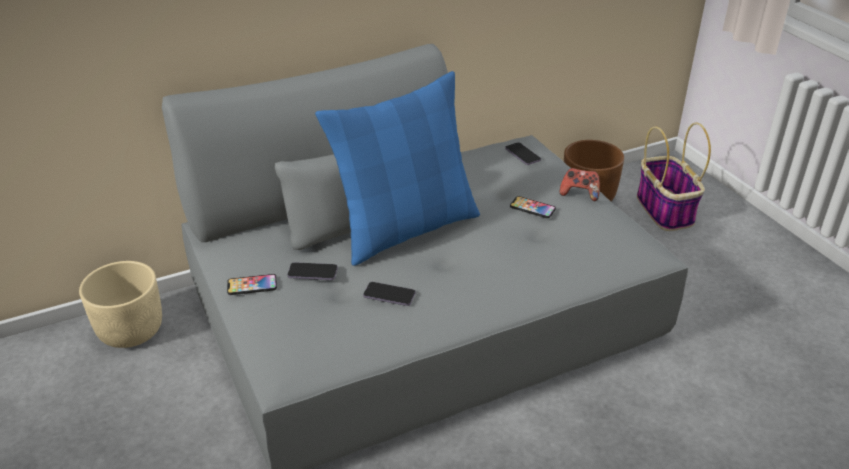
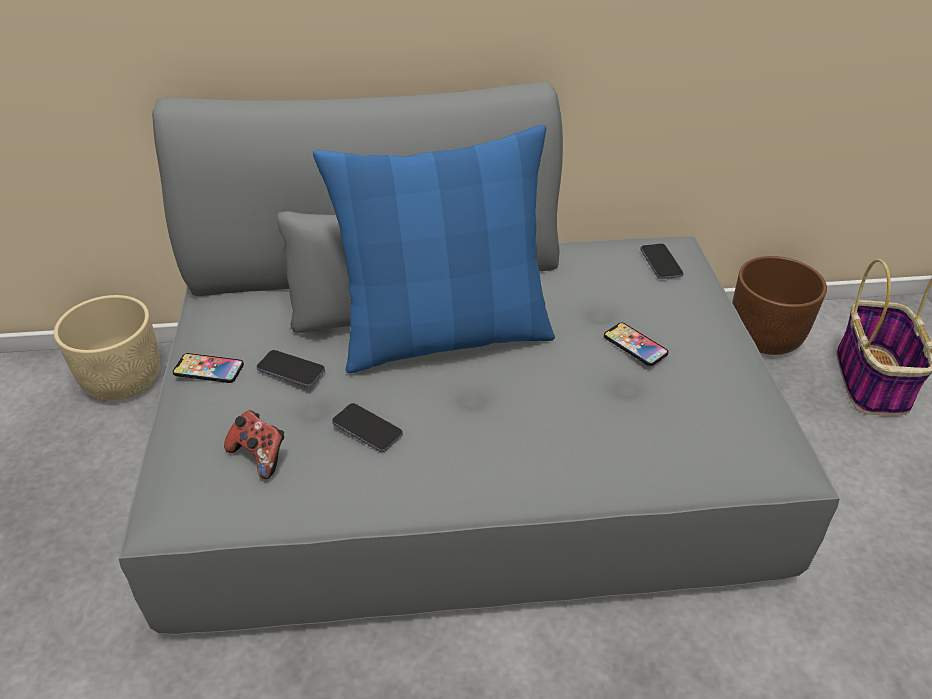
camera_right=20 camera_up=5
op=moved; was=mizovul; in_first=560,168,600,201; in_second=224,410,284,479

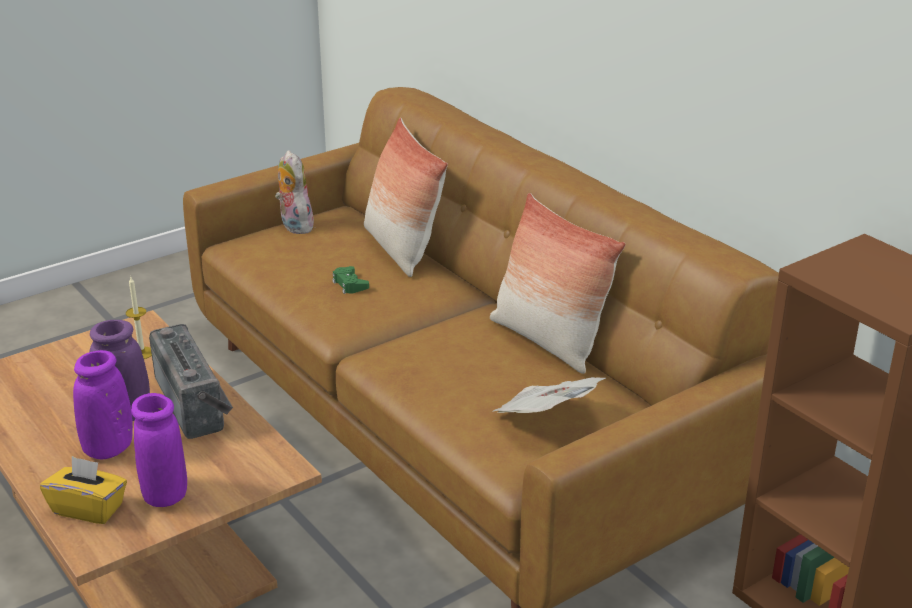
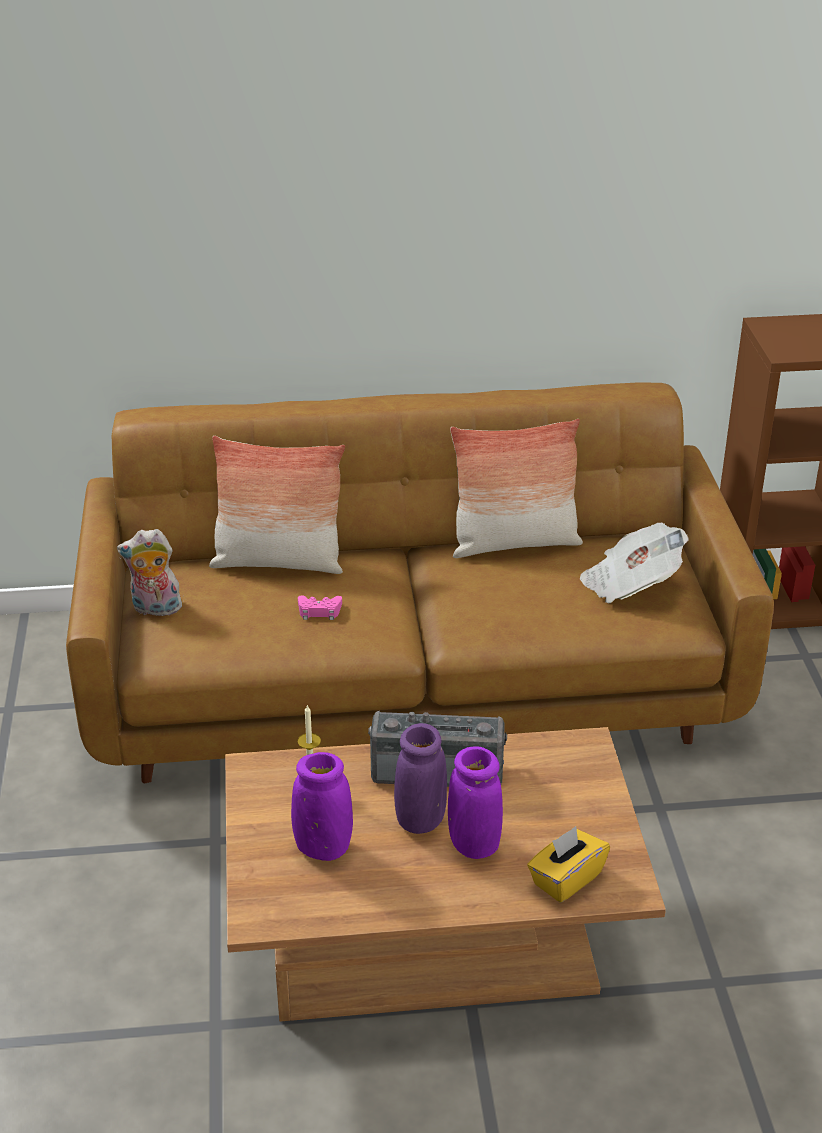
camera_right=-60 camera_up=5
op=moved; was=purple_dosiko; in_first=131,393,187,507; in_second=291,752,353,861
op=recoloured; was=green_mizovul; now=pink_mizovul; in_first=332,266,369,294; in_second=298,595,342,620

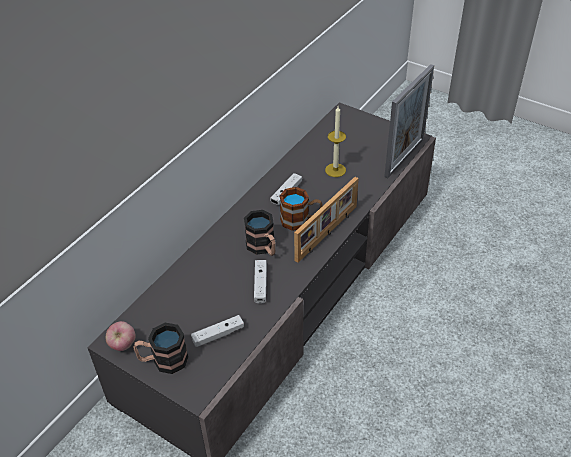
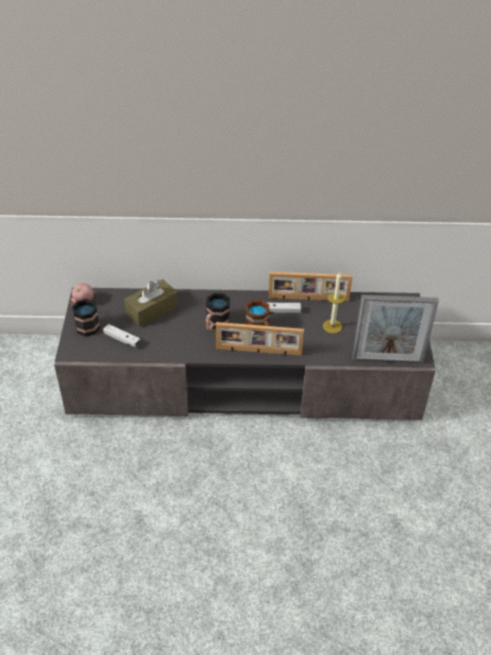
camera_right=55 camera_up=0
op=removed; was=white_mizovul; in_first=254,260,267,303
op=added; now=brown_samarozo; in_second=124,279,178,327
op=added; now=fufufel; in_second=269,272,352,301

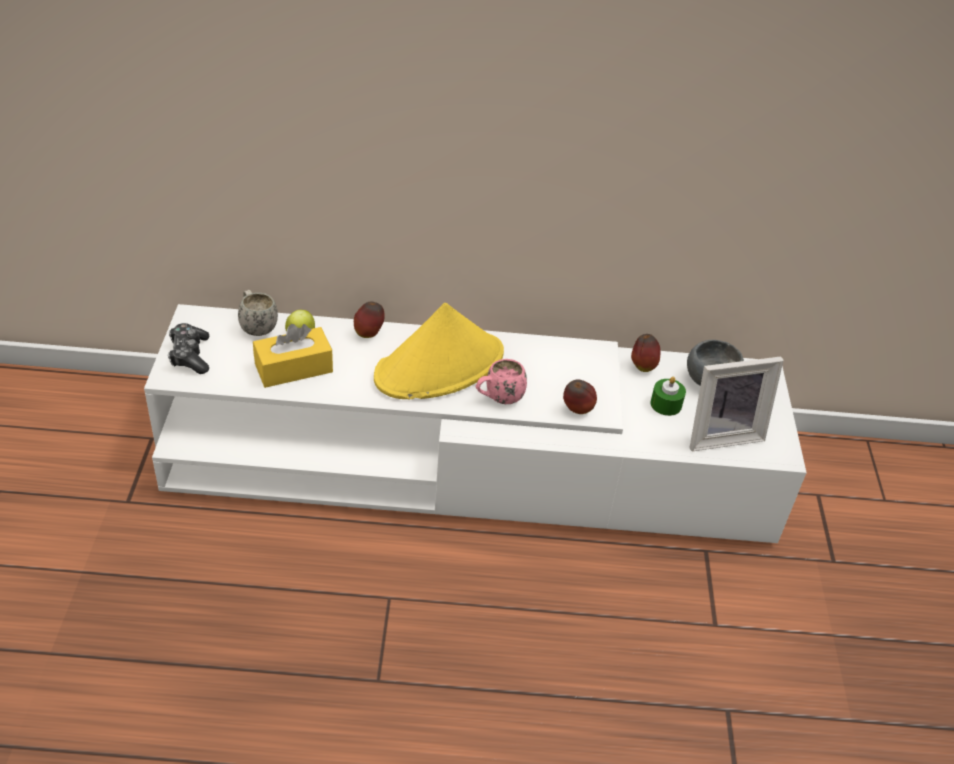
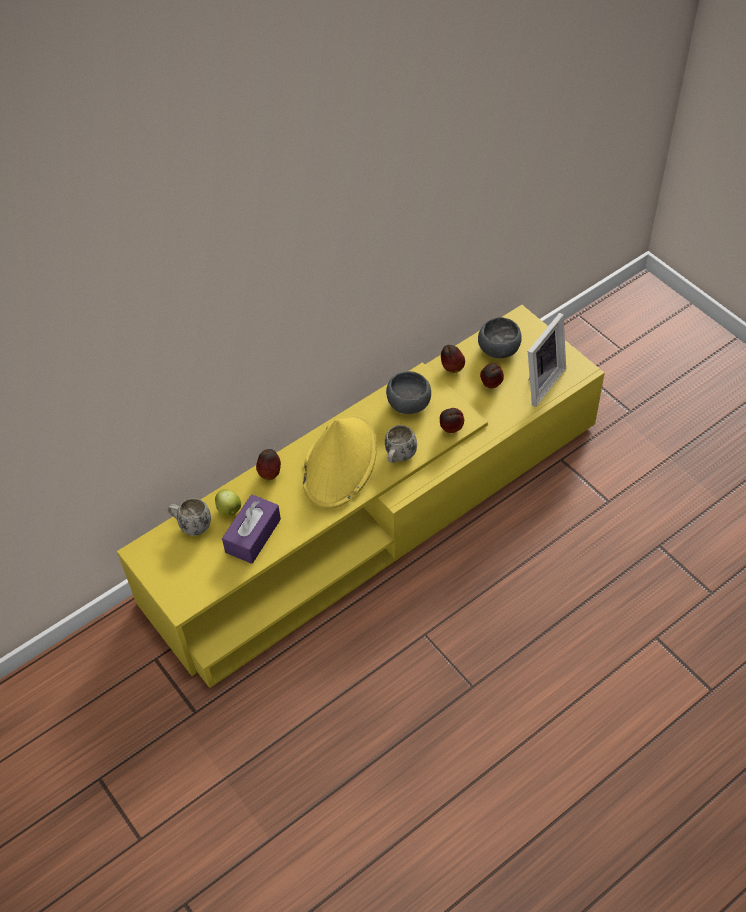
camera_right=-35 camera_up=10
op=recoloured; was=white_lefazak; now=yellow_lefazak; in_first=144,304,807,543; in_second=117,305,605,688
op=removed; was=mizovul; in_first=168,323,209,374
op=recoloured; was=yellow_samarozo; now=purple_samarozo; in_first=253,324,333,388; in_second=222,494,281,564
op=recoloured; was=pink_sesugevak; now=white_sesugevak; in_first=476,359,527,404; in_second=385,425,417,463
op=replaced; was=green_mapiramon; now=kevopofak; in_first=651,377,686,416; in_second=480,363,504,389
op=added; now=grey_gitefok; in_second=386,371,431,414

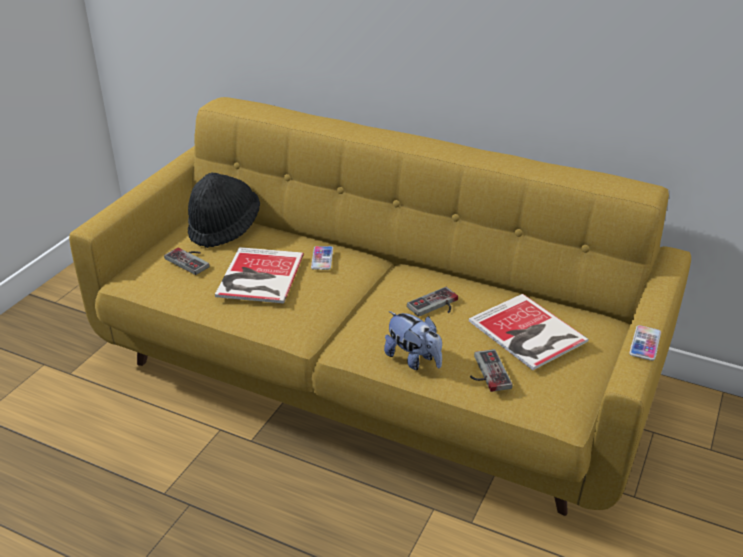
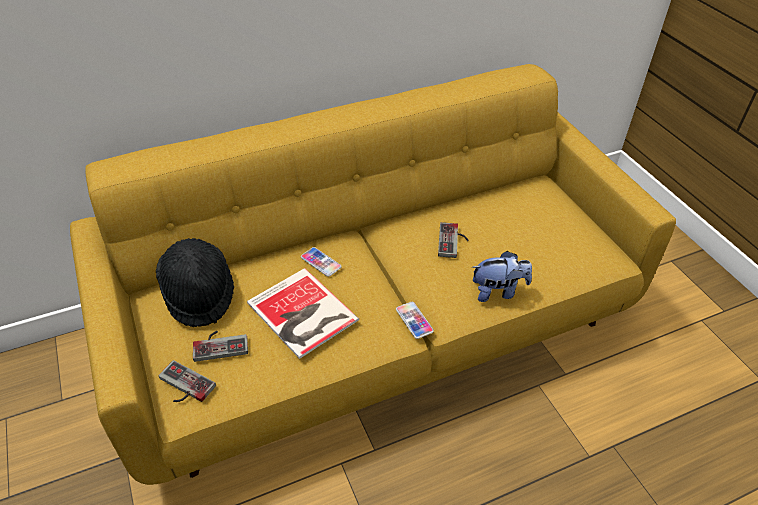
camera_right=-50 camera_up=10
op=removed; was=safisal; in_first=469,294,589,370
op=moved; was=mizovul; in_first=470,349,513,392; in_second=158,360,216,402
op=moved; was=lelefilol; in_first=629,325,661,361; in_second=396,302,434,339

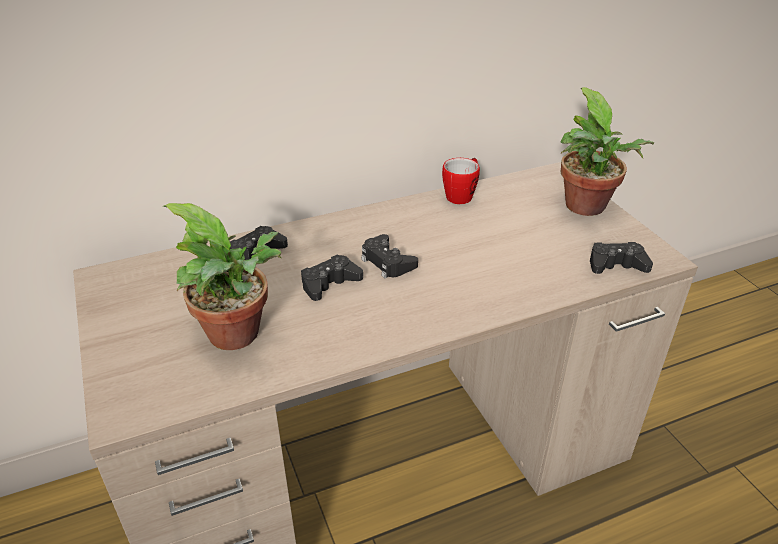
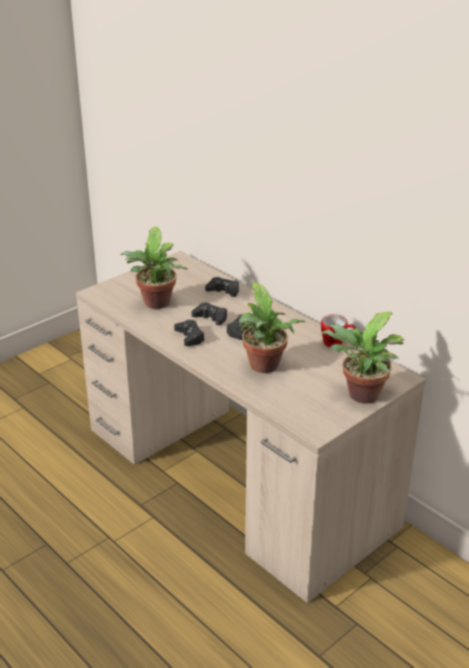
camera_right=70 camera_up=-5
op=moved; was=black_mizovul; in_first=590,242,653,274; in_second=174,320,205,346
op=added; now=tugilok; in_second=239,282,305,373

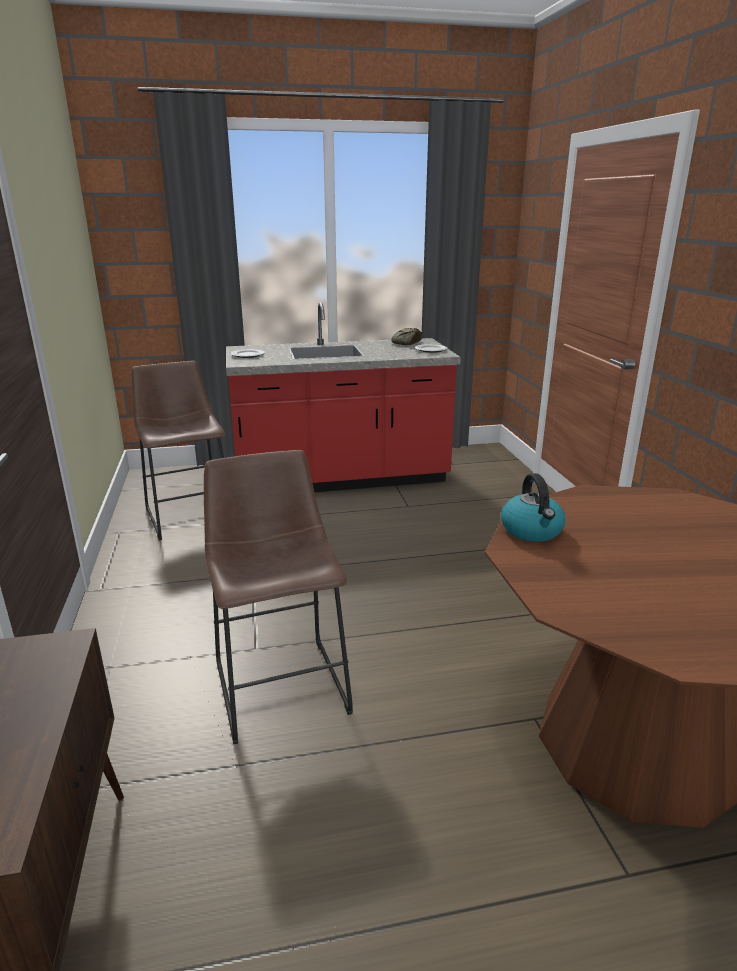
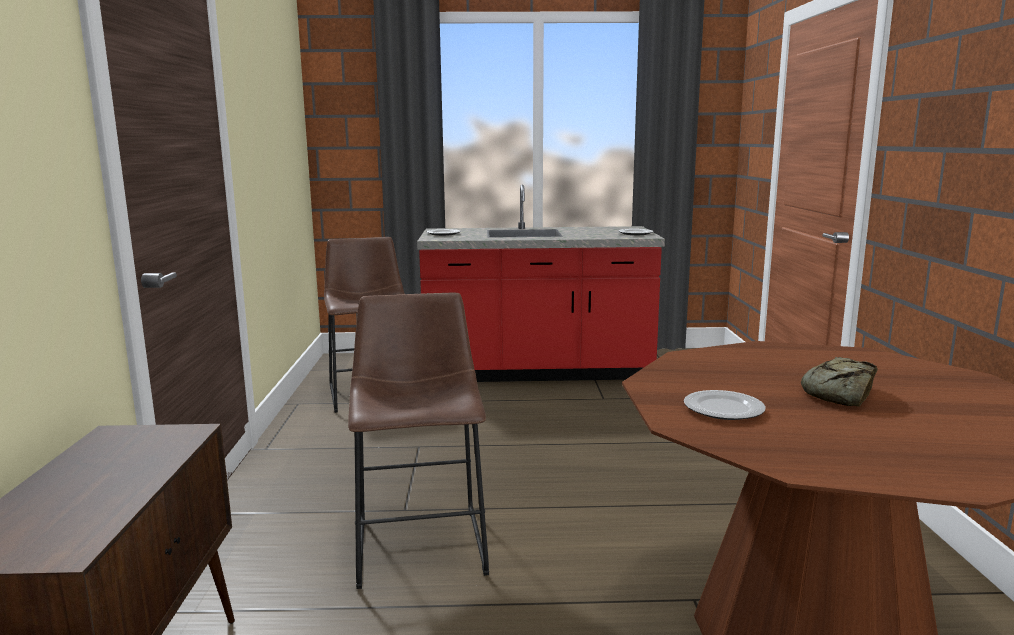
camera_right=10 camera_up=-10
op=moved; was=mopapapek; in_first=392,328,422,345; in_second=801,357,878,407
op=removed; was=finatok; in_first=501,473,565,542
op=added; now=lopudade; in_second=684,390,766,420

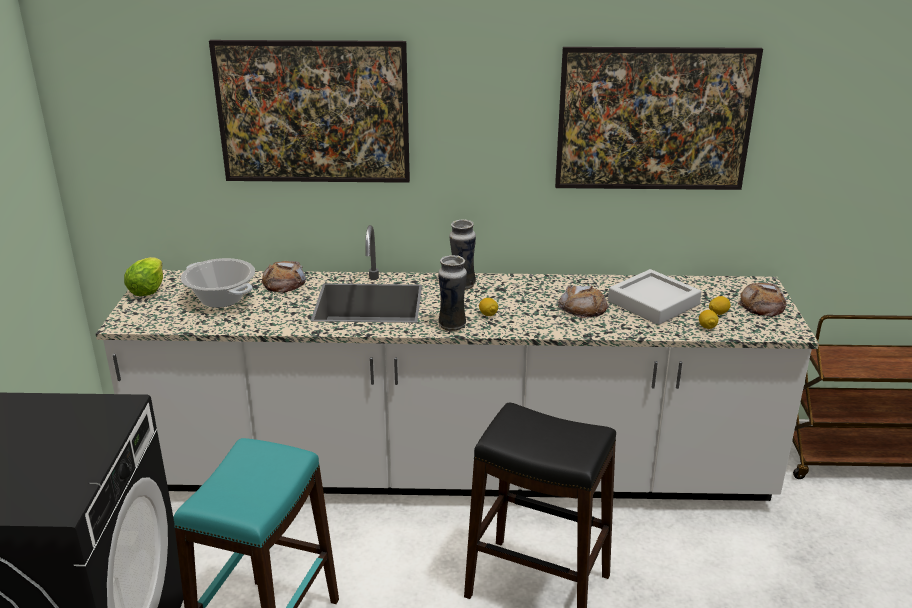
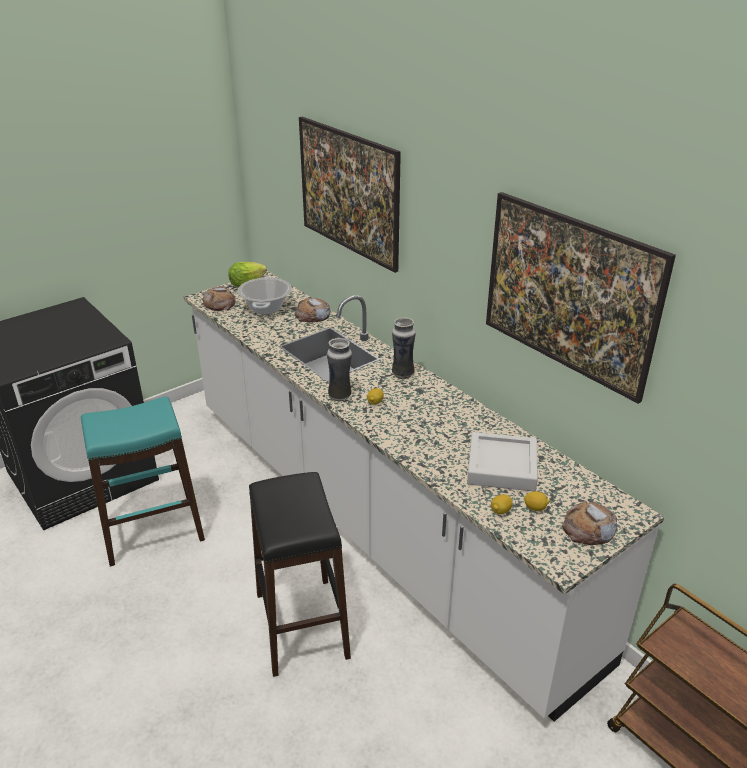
camera_right=50 camera_up=5
op=moved; was=mopapapek; in_first=558,285,609,318; in_second=202,286,236,311

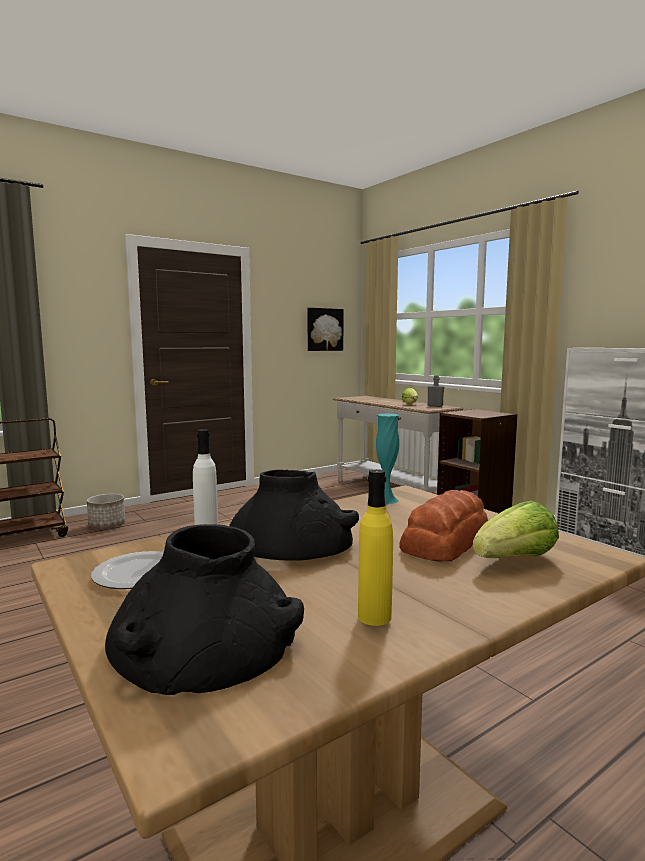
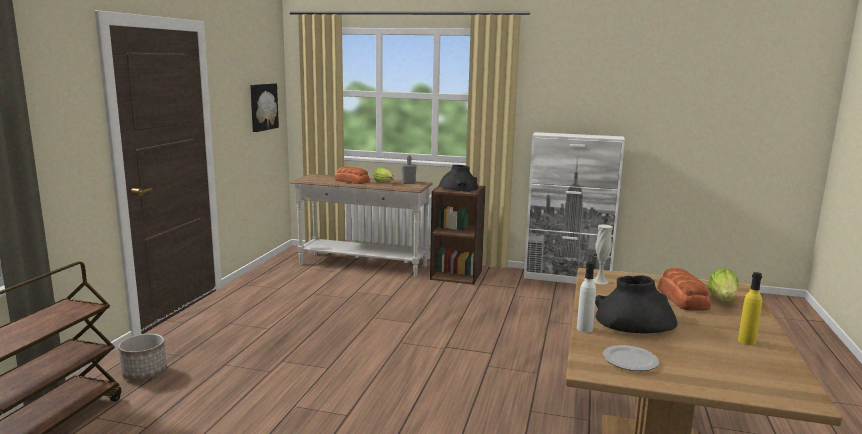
camera_right=-40 camera_up=5
op=moved; was=black_dosiko; in_first=105,524,304,695; in_second=439,165,478,192
op=recoloured; was=turquoise_dosiko; now=white_dosiko; in_first=376,414,399,504; in_second=593,224,613,284
op=added; now=mopapapek; in_second=335,167,370,184

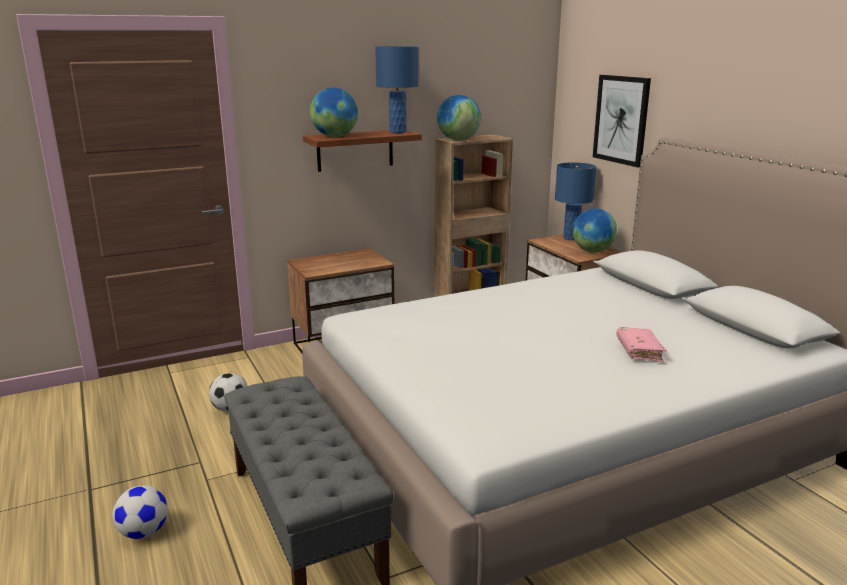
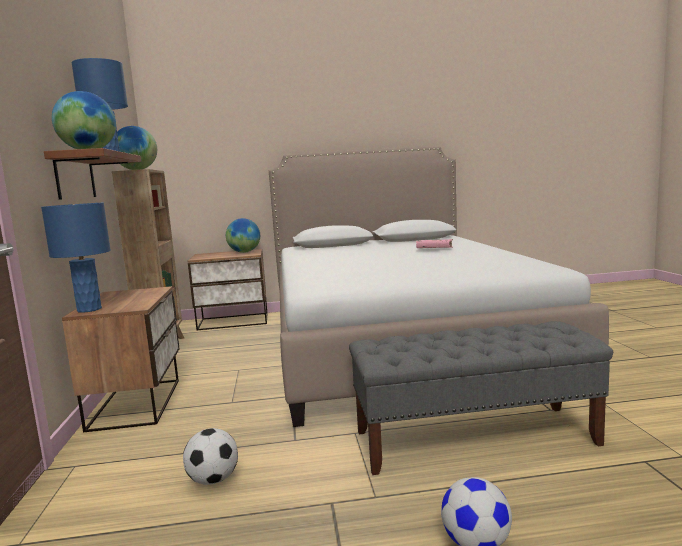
camera_right=-70 camera_up=-10
op=moved; was=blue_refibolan; in_first=555,162,597,240; in_second=41,203,111,313
op=removed; was=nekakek; in_first=593,75,651,167

